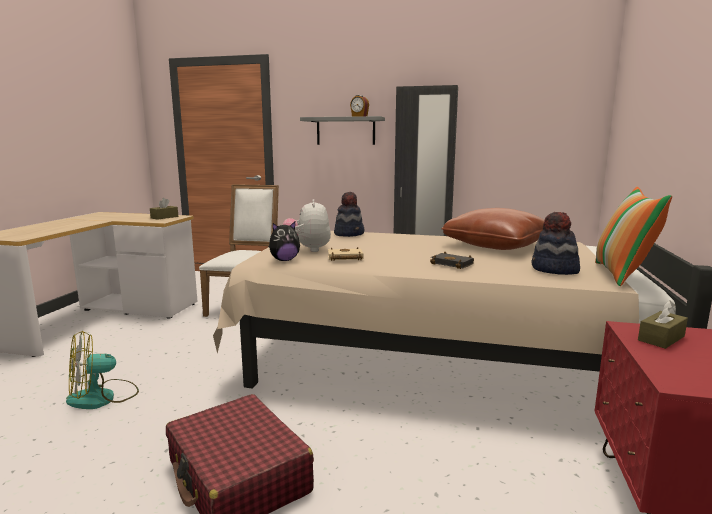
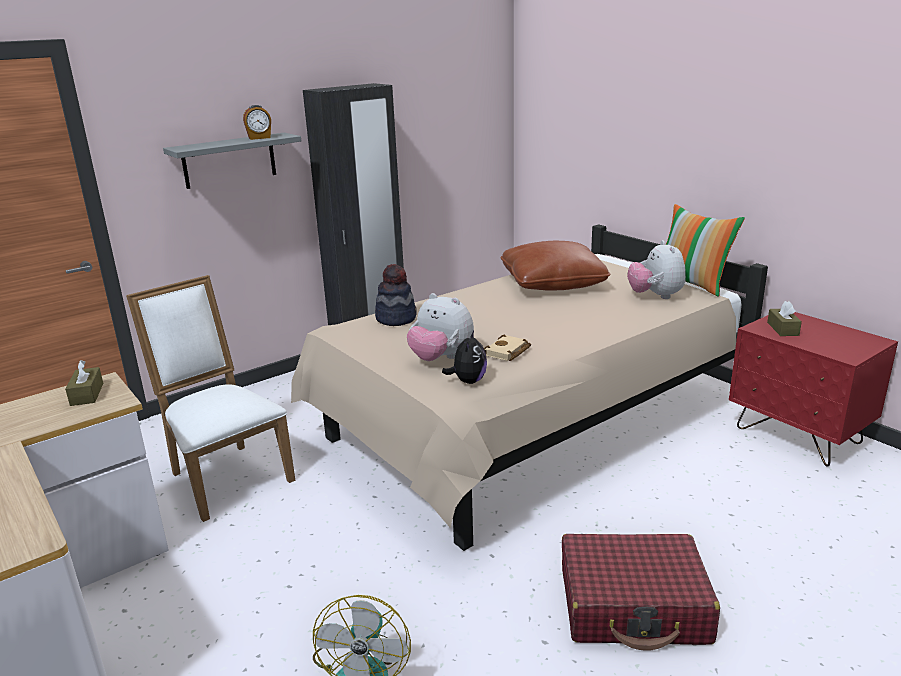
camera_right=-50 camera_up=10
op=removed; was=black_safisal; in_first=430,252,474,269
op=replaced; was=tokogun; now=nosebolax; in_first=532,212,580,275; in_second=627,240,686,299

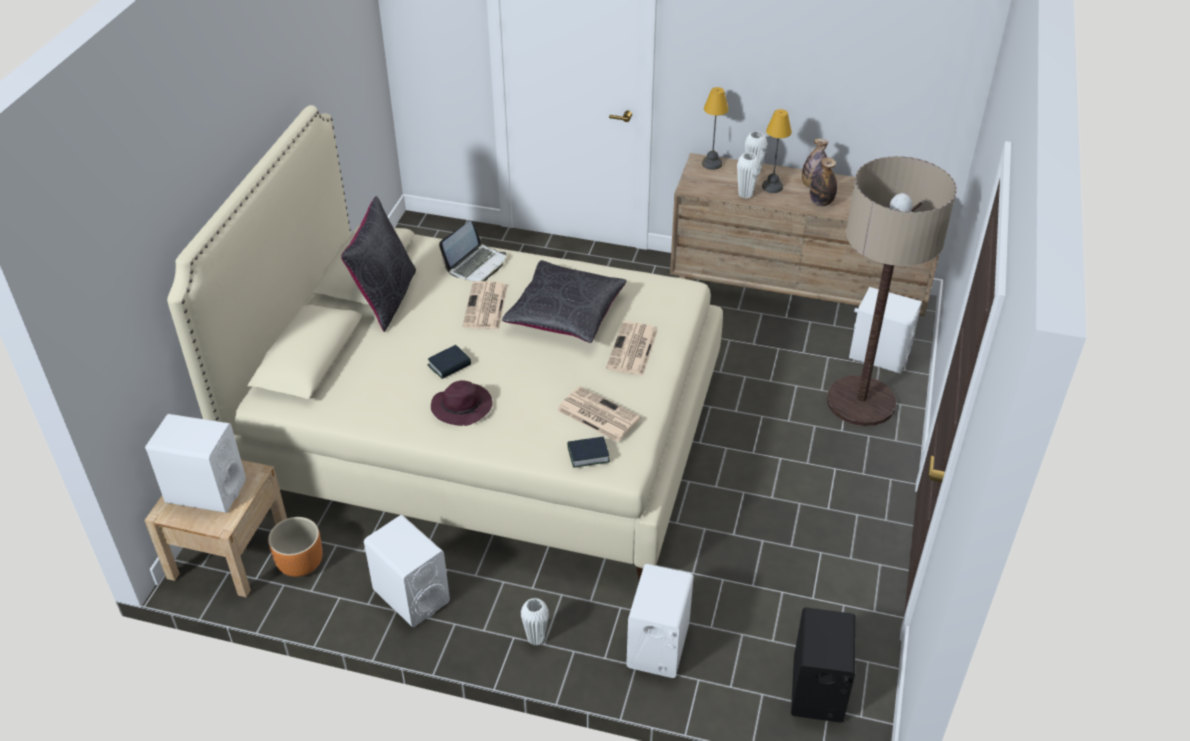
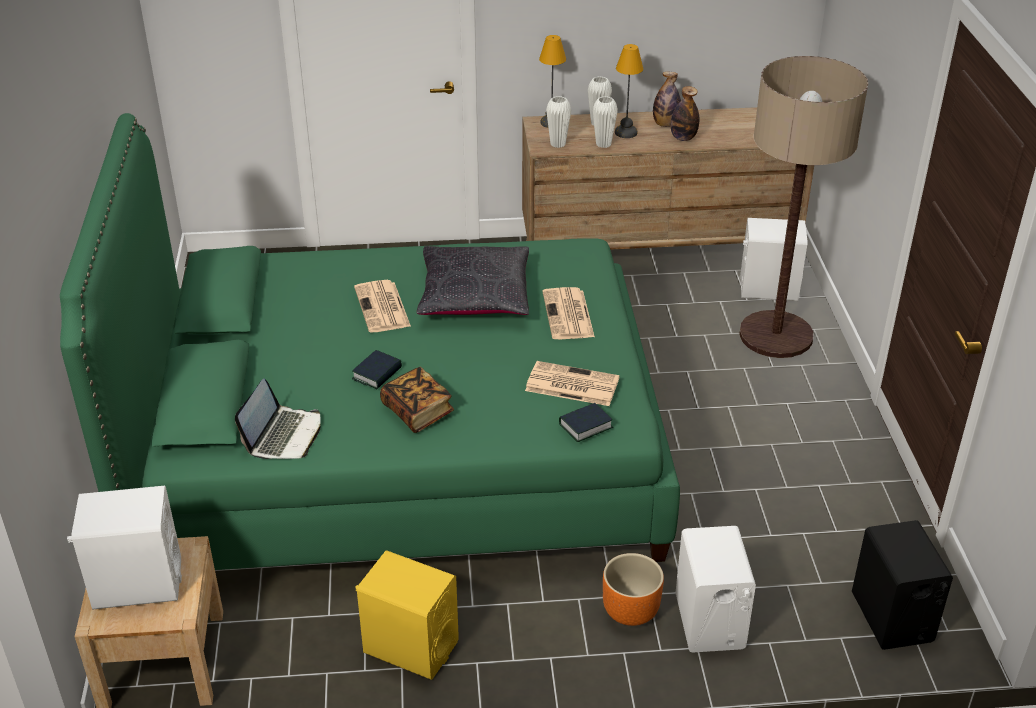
camera_right=-20 camera_up=-5
op=recoloured; was=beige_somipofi; now=green_somipofi; in_first=167,105,723,580; in_second=60,113,680,570
op=moved; was=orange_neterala; in_first=268,517,323,577; in_second=603,553,664,626
op=removed; was=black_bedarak; in_first=341,196,416,332
op=recoloured; was=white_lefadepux; now=yellow_lefadepux; in_first=364,515,450,627; in_second=355,550,459,680
op=replaced; was=purple_tokogun; now=safisal; in_first=431,380,492,426; in_second=380,367,454,433
op=moved; was=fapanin; in_first=439,221,506,281; in_second=235,379,321,459
op=moved; was=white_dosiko; in_first=521,598,549,646; in_second=546,96,571,148

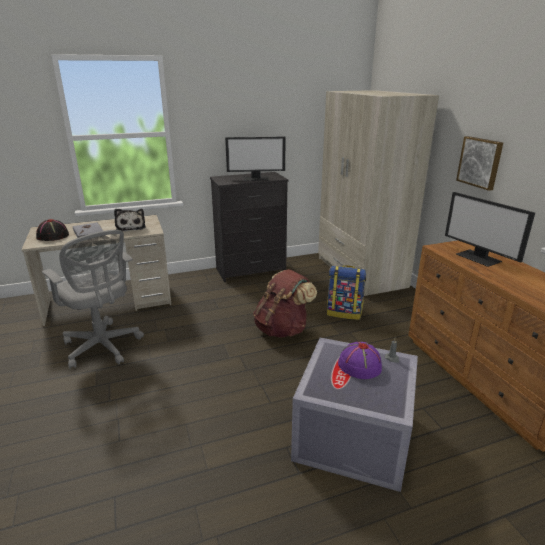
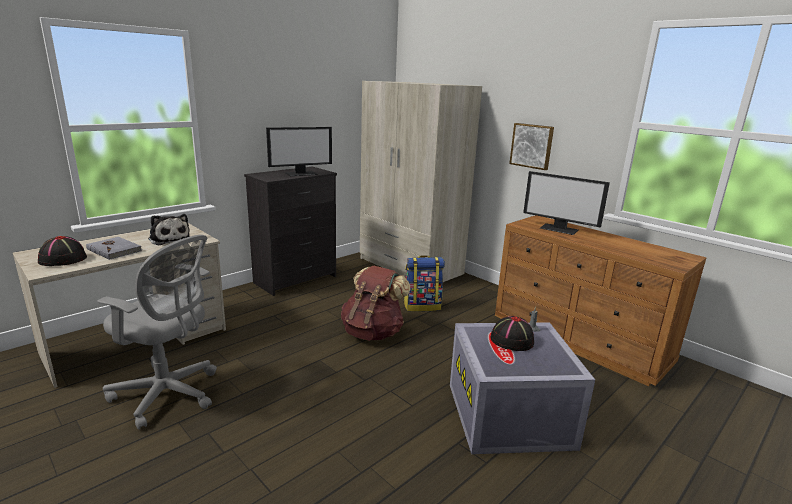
camera_right=-25 camera_up=-5
op=recoloured; was=purple_tokogun; now=black_tokogun; in_first=338,342,382,379; in_second=490,316,534,351

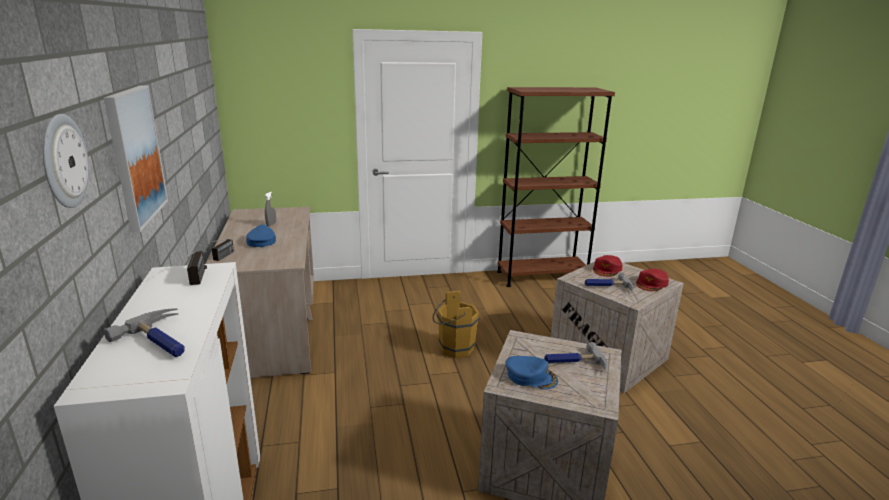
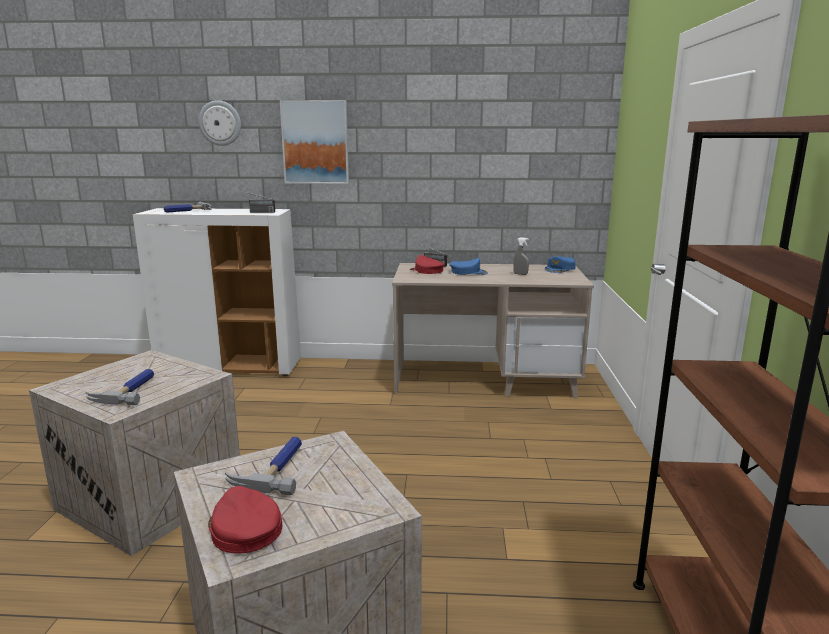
camera_right=105 camera_up=-5
op=removed; was=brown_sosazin; in_first=433,291,480,358
op=moved; was=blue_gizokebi; in_first=505,356,558,389; in_second=544,256,576,273
op=moved; was=red_gizokebi; in_first=593,255,623,277; in_second=410,255,444,274

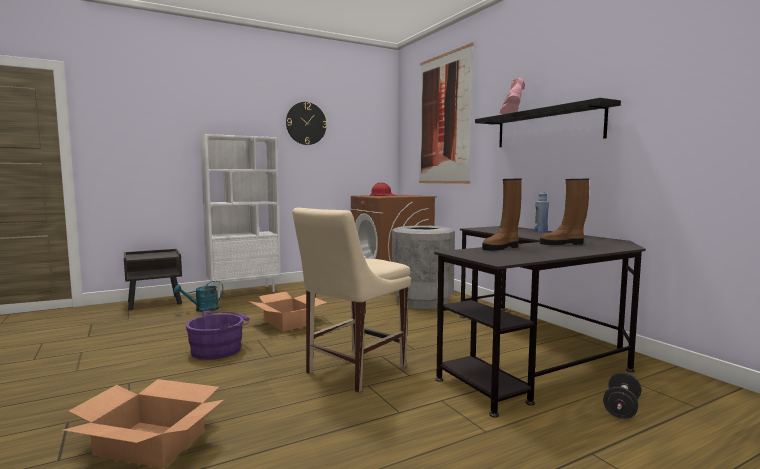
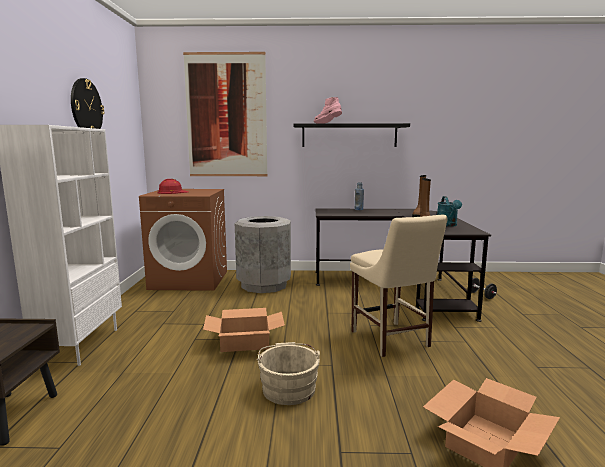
camera_right=-60 camera_up=5
op=moved; was=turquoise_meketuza; in_first=174,281,223,312; in_second=437,196,462,227
op=recoloured; was=purple_sosazin; now=beige_sosazin; in_first=186,311,250,360; in_second=257,342,320,405

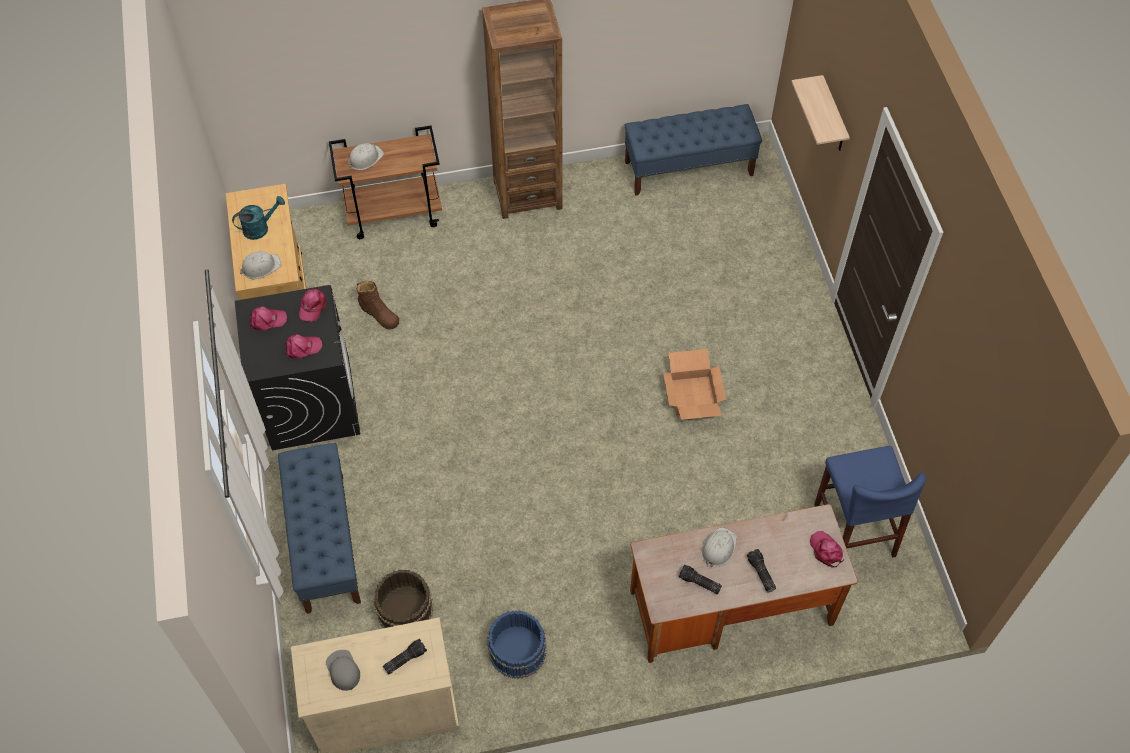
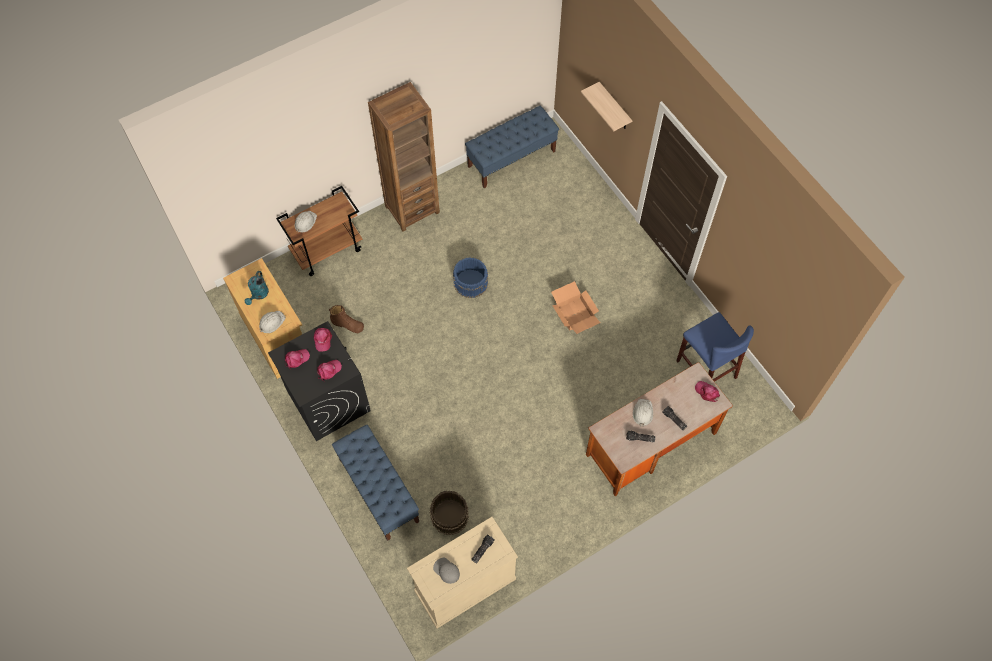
camera_right=-20 camera_up=5
op=turned; was=turquoise_meketuza; in_first=232,196,285,240; in_second=244,271,269,305; clockwise=150
op=moved; was=blue_sosazin; in_first=487,610,546,679; in_second=453,257,488,298

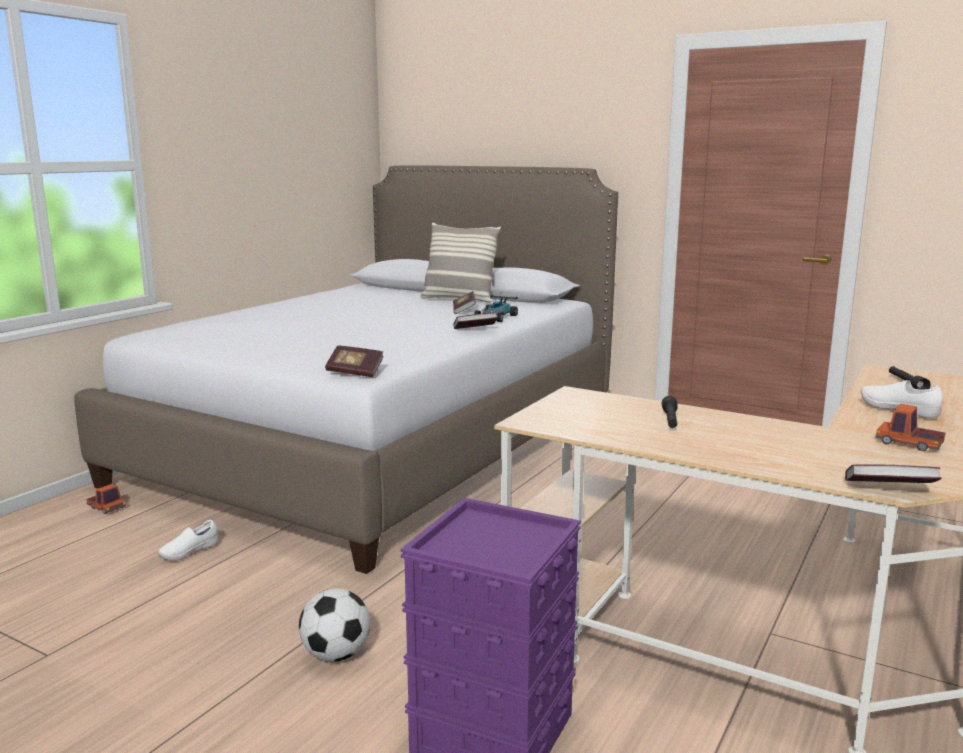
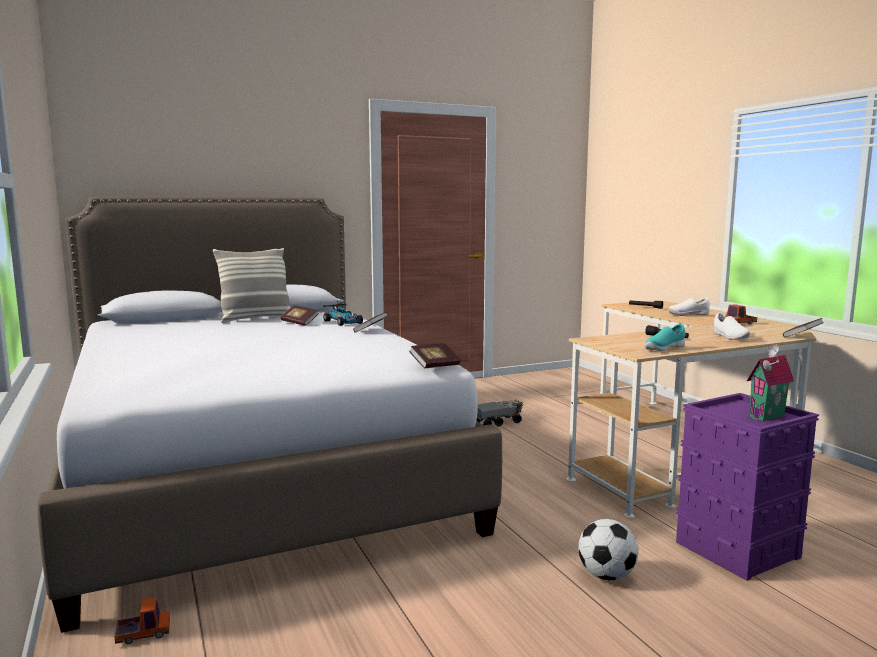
camera_right=-55 camera_up=-5
op=moved; was=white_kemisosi; in_first=158,520,218,561; in_second=713,313,750,340
op=added; now=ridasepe; in_second=476,400,524,427
op=added; now=turquoise_kemisosi; in_second=645,324,685,351
op=added; now=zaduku; in_second=747,345,794,421

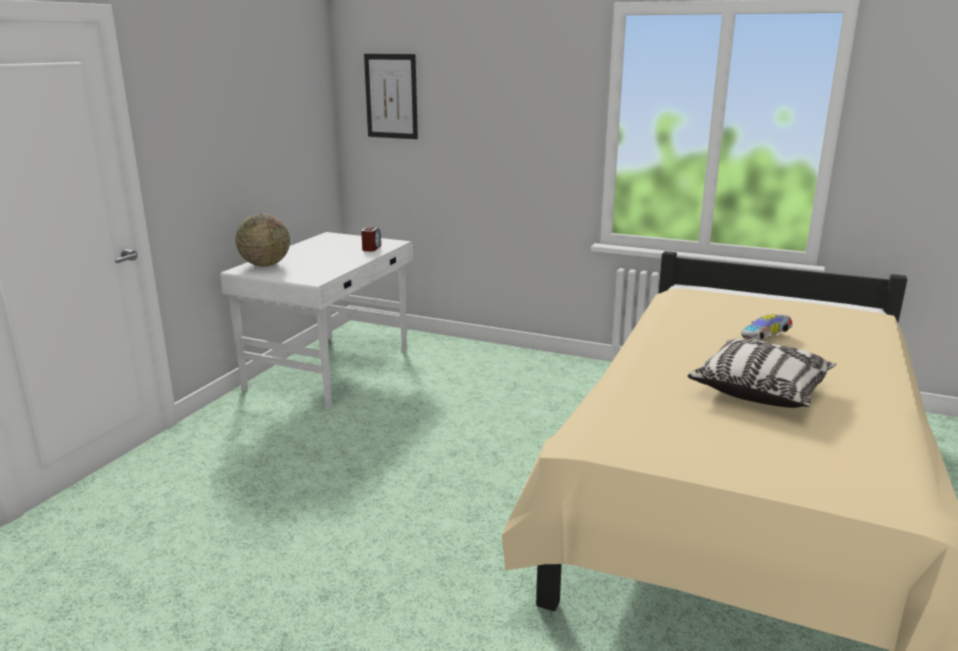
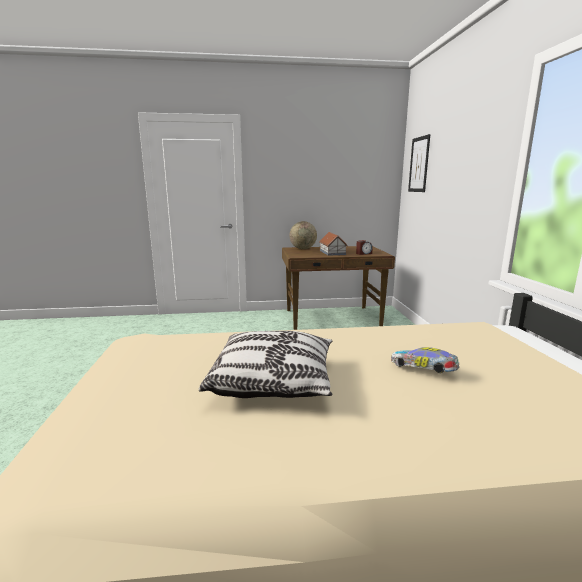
camera_right=60 camera_up=-5
op=recoloured; was=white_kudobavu; now=brown_kudobavu; in_first=220,232,413,409; in_second=282,246,395,330
op=added; now=zaduku; in_second=319,232,348,256

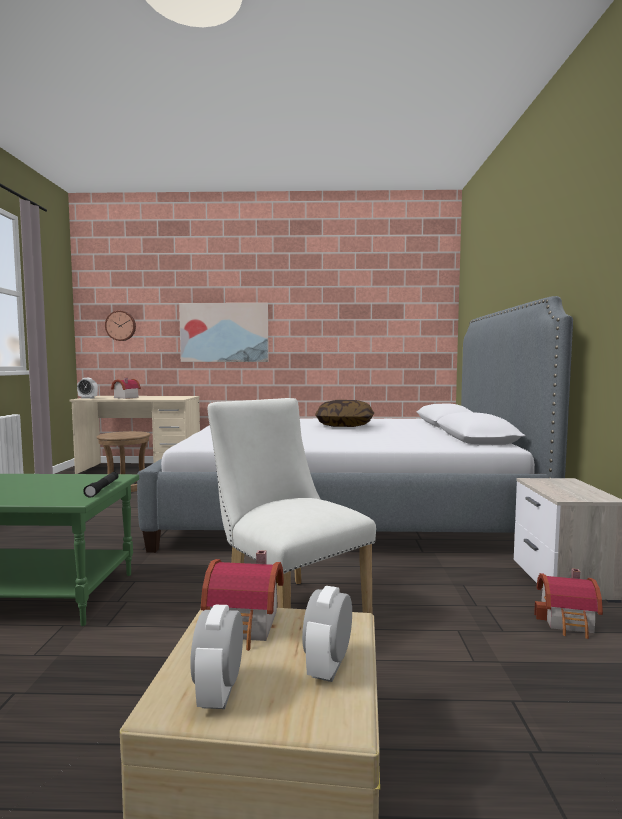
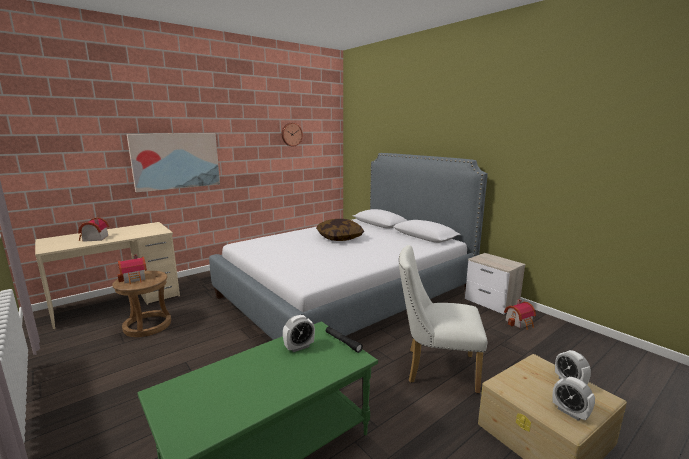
camera_right=-40 camera_up=10
op=moved; was=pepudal; in_first=77,378,98,399; in_second=283,315,315,352
op=moved; was=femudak; in_first=105,311,136,341; in_second=282,123,303,146
op=moved; was=zaduku; in_first=201,550,284,651; in_second=117,254,147,284

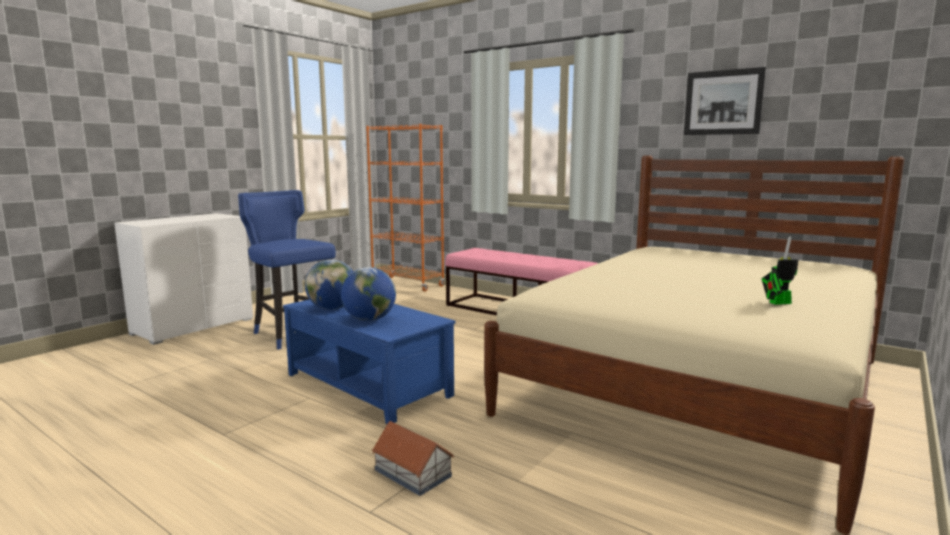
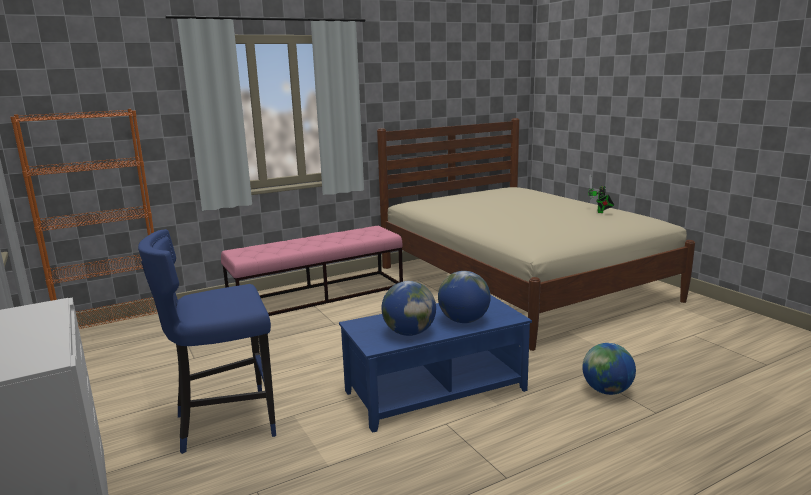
camera_right=-65 camera_up=5
op=replaced; was=zaduku; now=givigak; in_first=372,421,455,496; in_second=582,343,636,395
op=removed; was=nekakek; in_first=684,67,766,135

